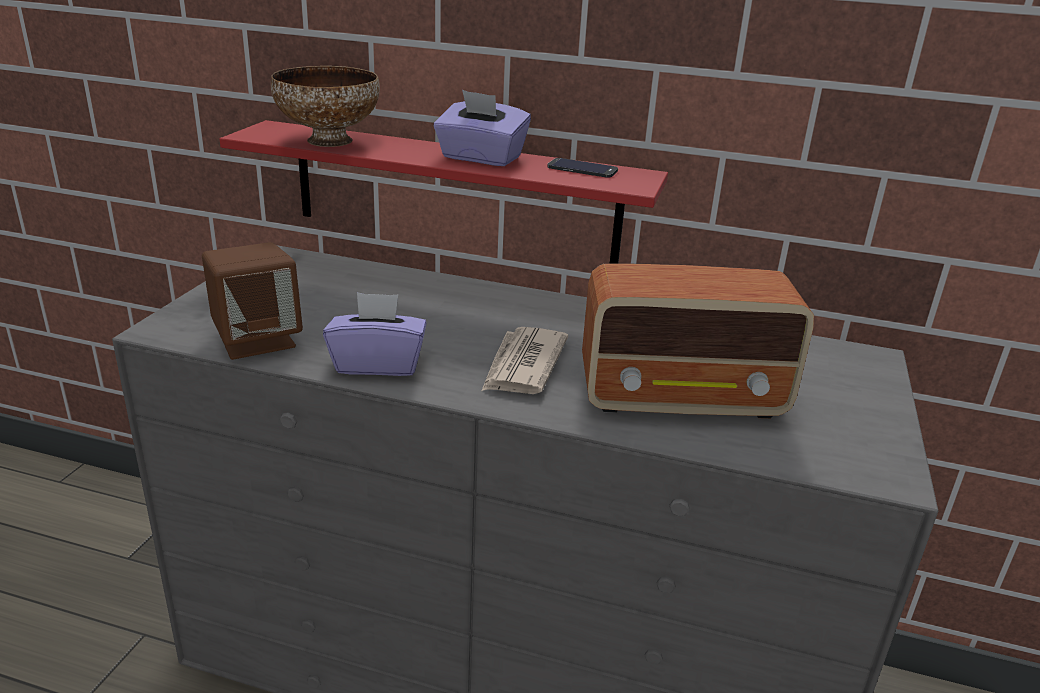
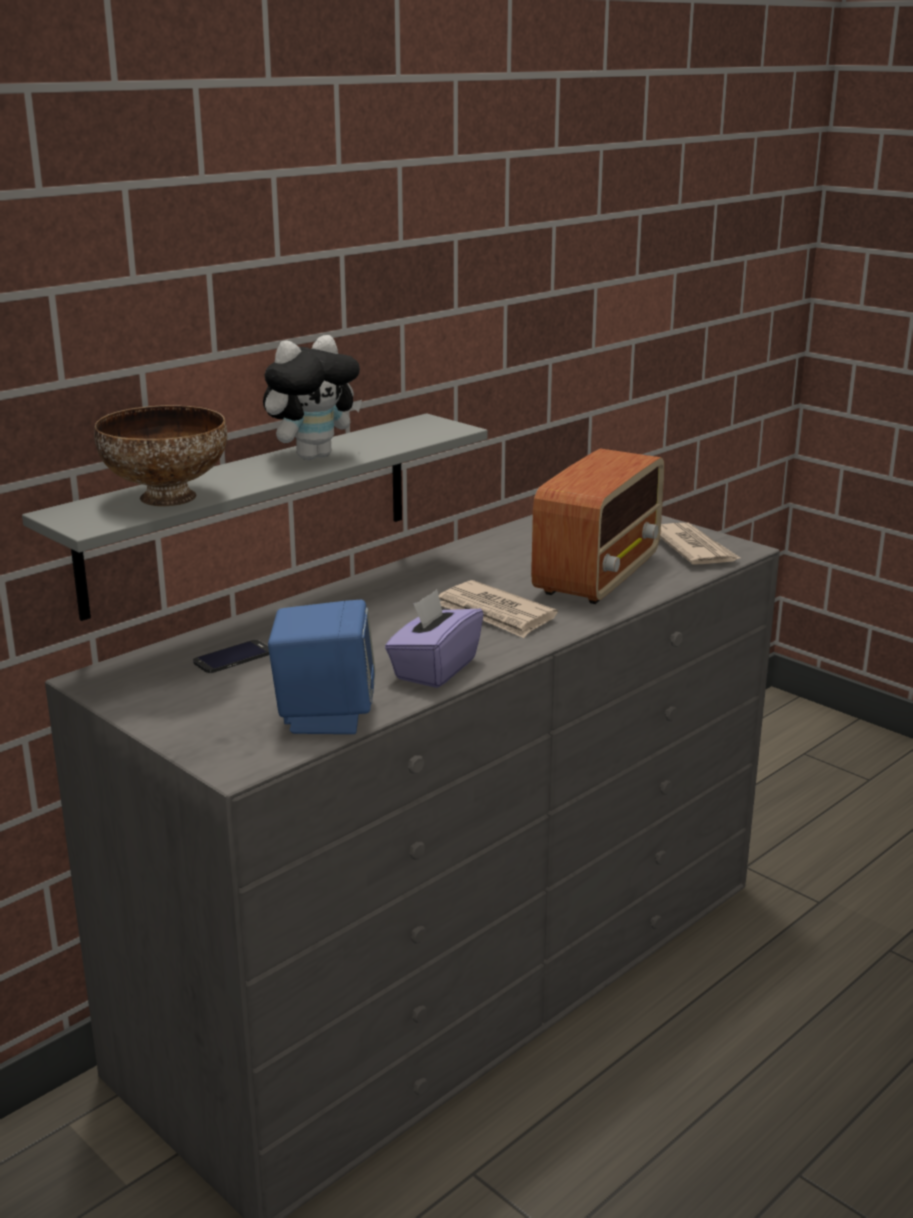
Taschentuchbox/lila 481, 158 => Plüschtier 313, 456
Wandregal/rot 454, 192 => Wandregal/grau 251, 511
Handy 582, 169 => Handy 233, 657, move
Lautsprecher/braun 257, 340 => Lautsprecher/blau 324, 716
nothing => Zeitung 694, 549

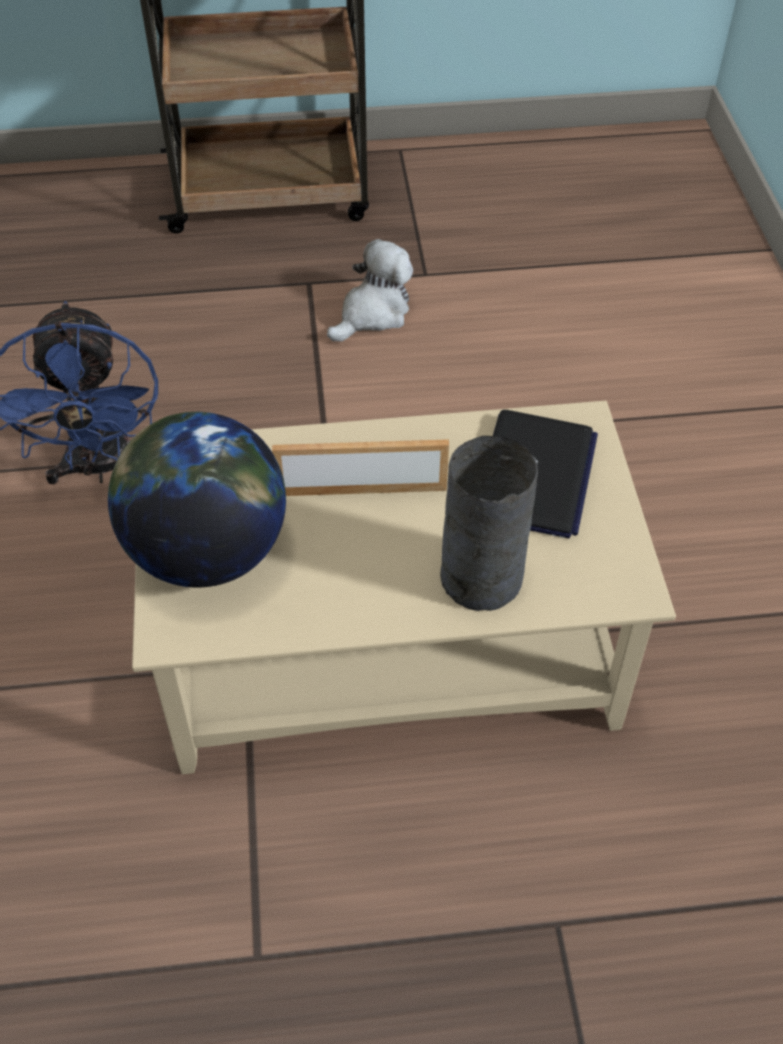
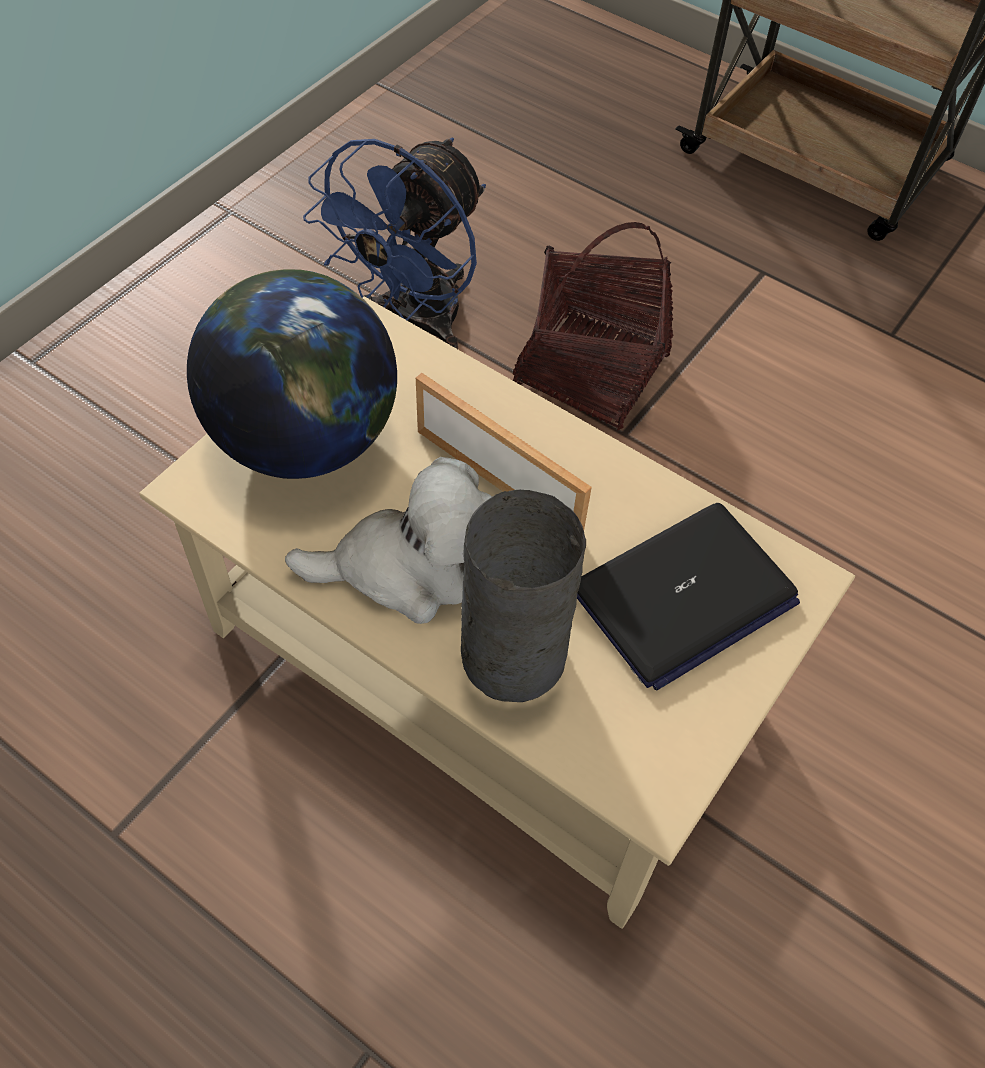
Plüschtier 373, 314 => Plüschtier 408, 568, move
nothing => Korb 592, 371

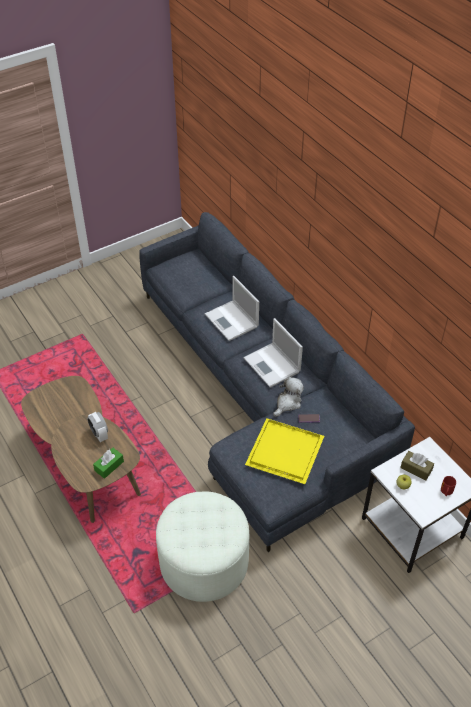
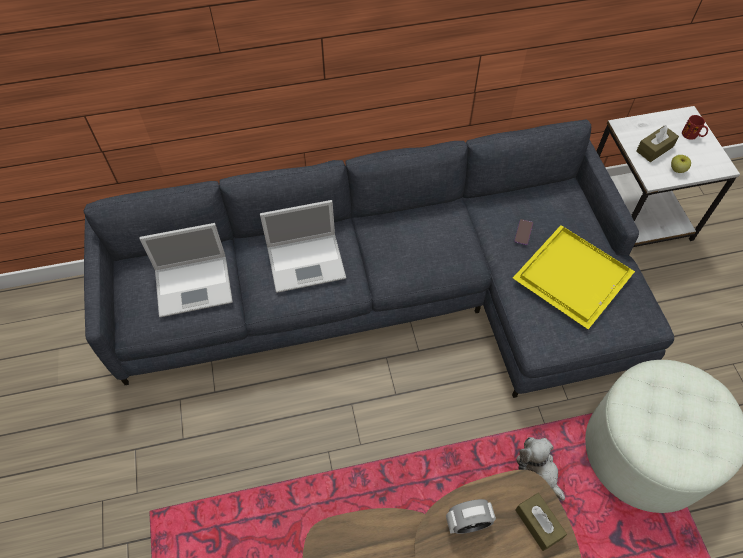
Laptop 272, 365 => Laptop 195, 285, move
Plüschtier 288, 403 => Plüschtier 538, 470, move
Taschentuchbox/grün 109, 466 => Taschentuchbox/braun 538, 524

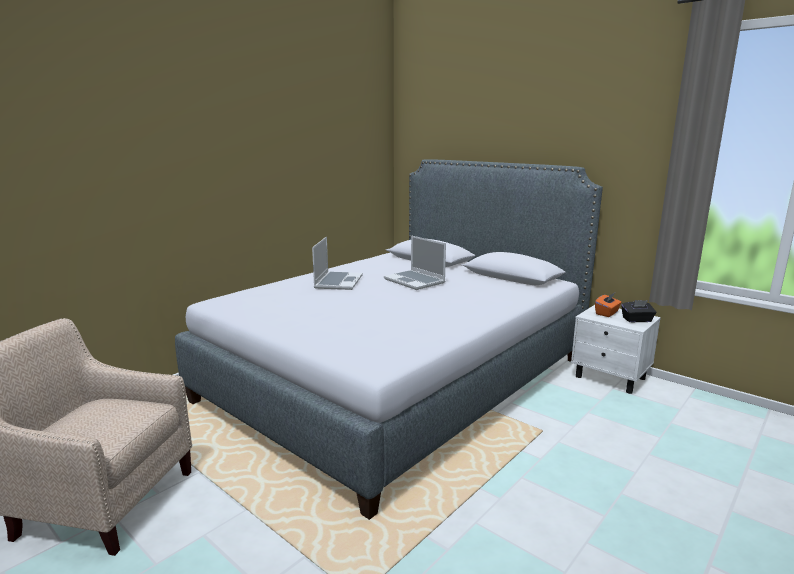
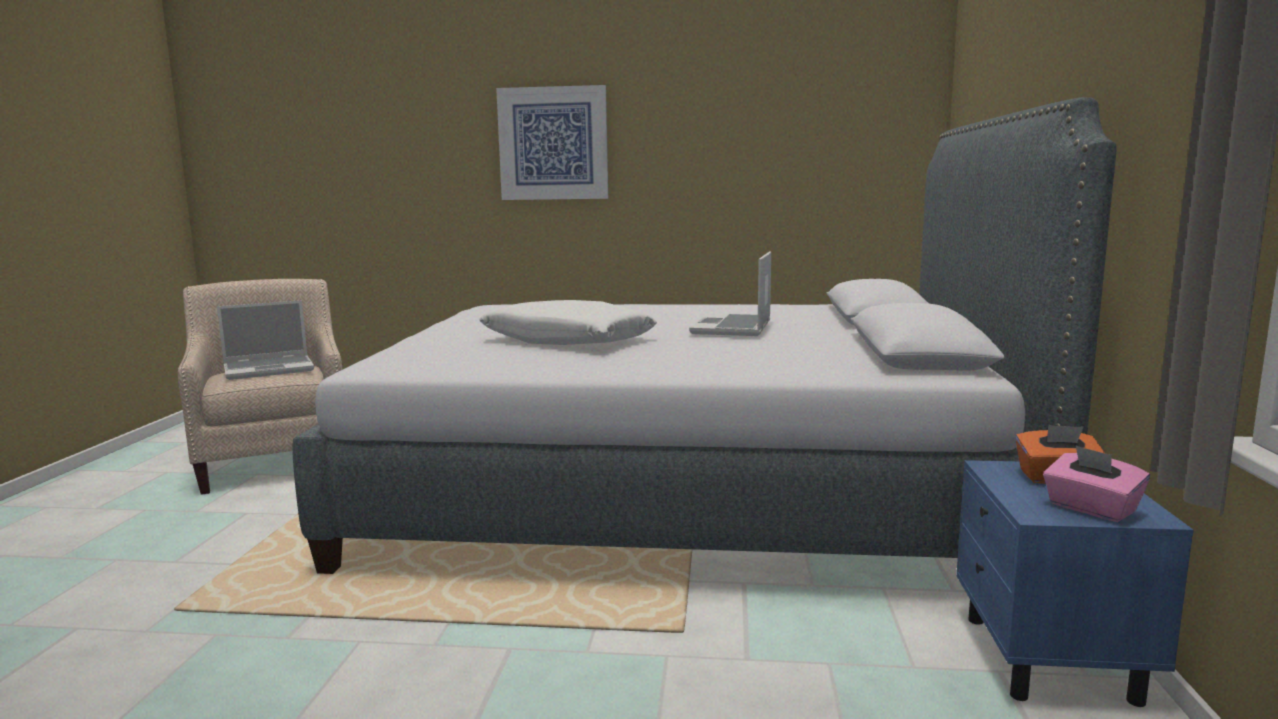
Laptop 338, 282 => Laptop 270, 369, move
Taschentuchbox/schwarz 637, 320 => Taschentuchbox/rosa 1091, 509
Nachttisch/weiß 611, 378 => Nachttisch/blau 1049, 659
nothing => Bild 553, 143
nothing => Kissen/weiß 567, 341

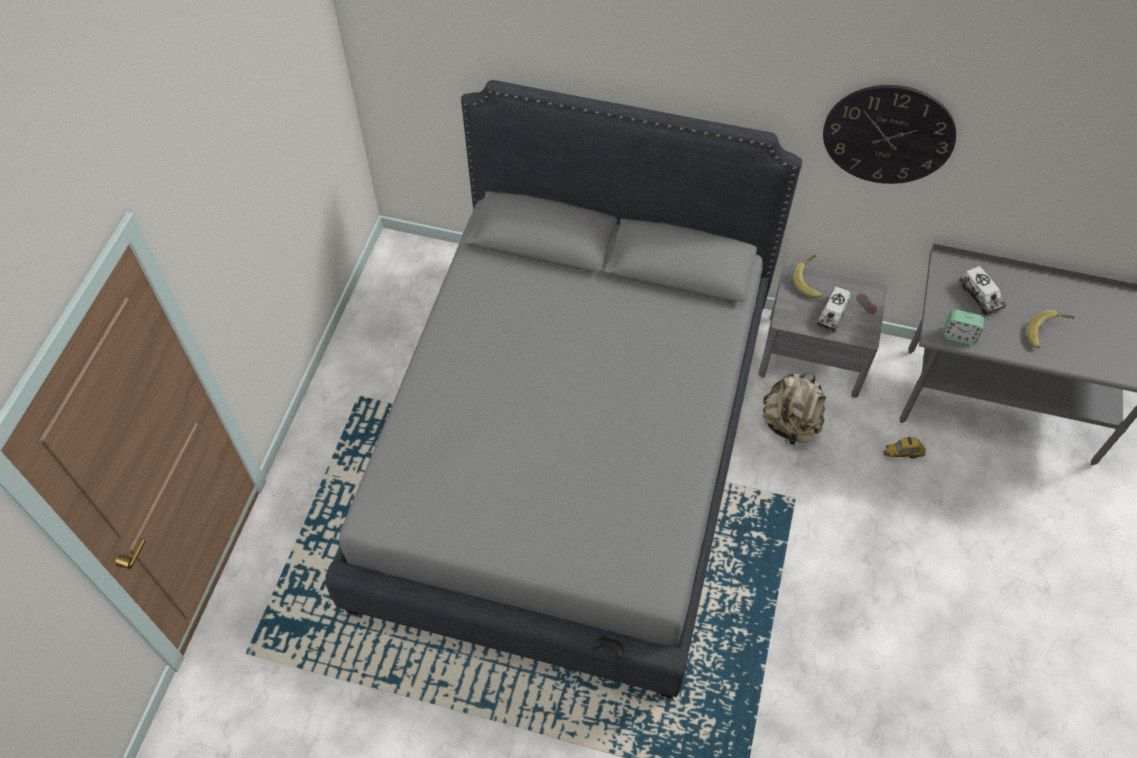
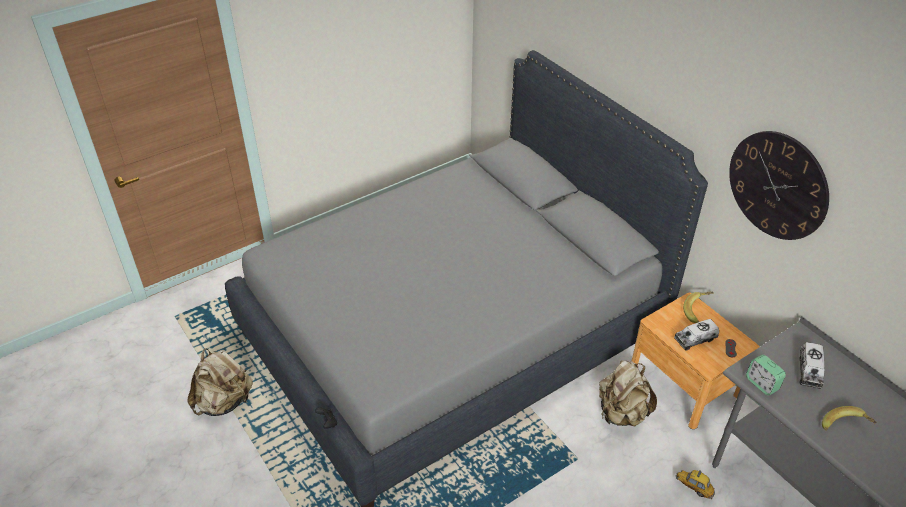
Nachttisch/grau 813, 355 => Nachttisch/braun 684, 383
nothing => Rucksack/beige 224, 402

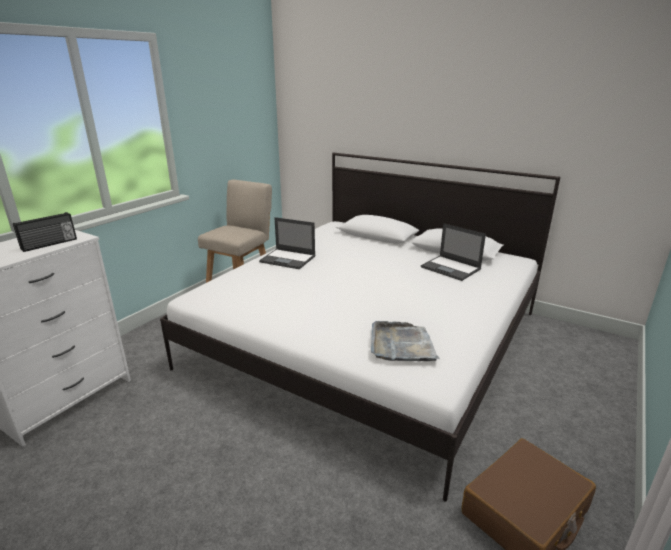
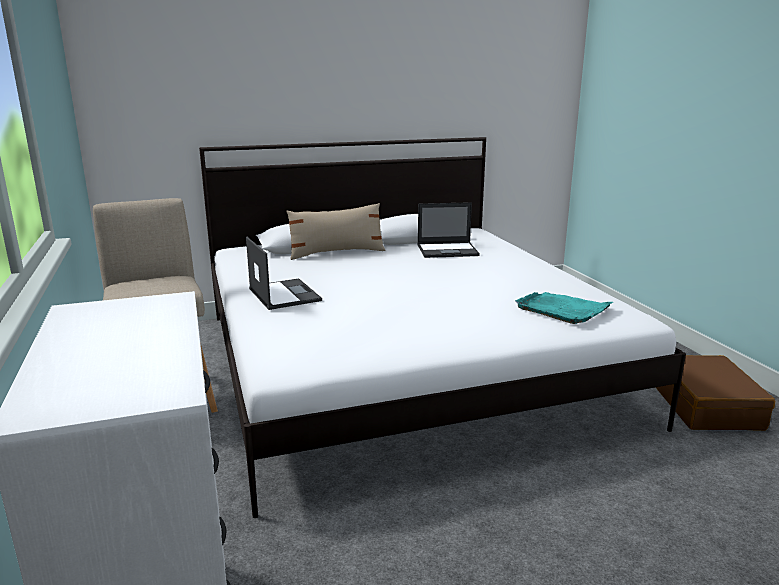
Radio 49, 244 => nothing
Laptop 288, 259 => Laptop 284, 294, 90 degrees counterclockwise
Tablett/grau 401, 344 => Tablett/türkis 562, 309
nothing => Kissen/beige 337, 253

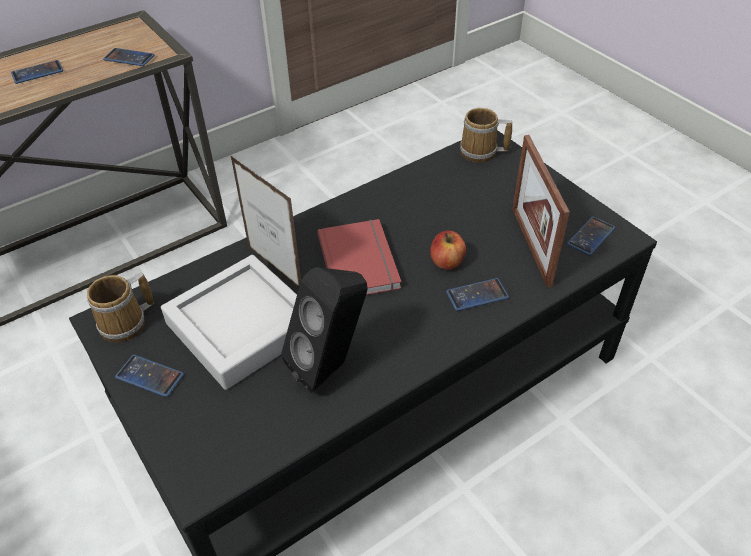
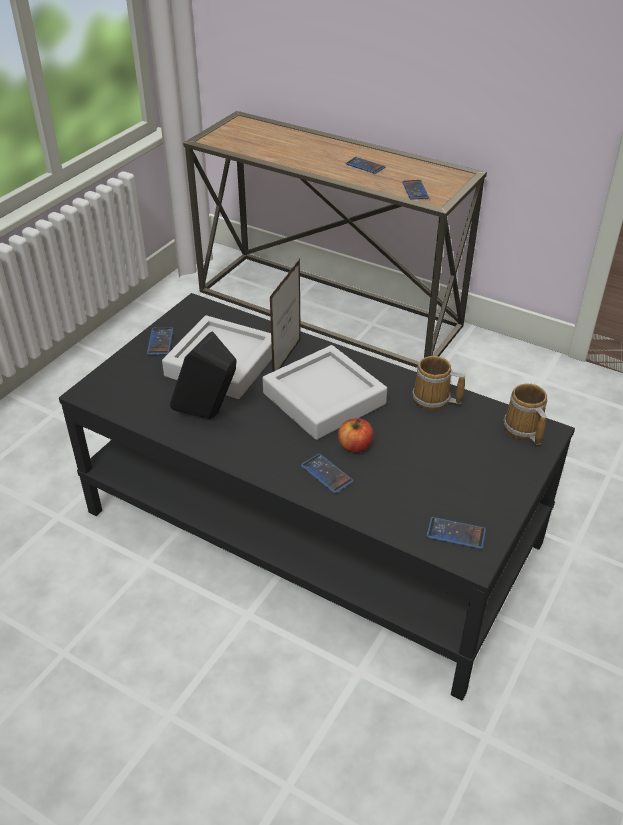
Bilderrahmen 531, 246 => nothing
Buch/rot 361, 261 => Tablett/grau 324, 398
Henkelbecher 126, 324 => Henkelbecher 433, 400, move

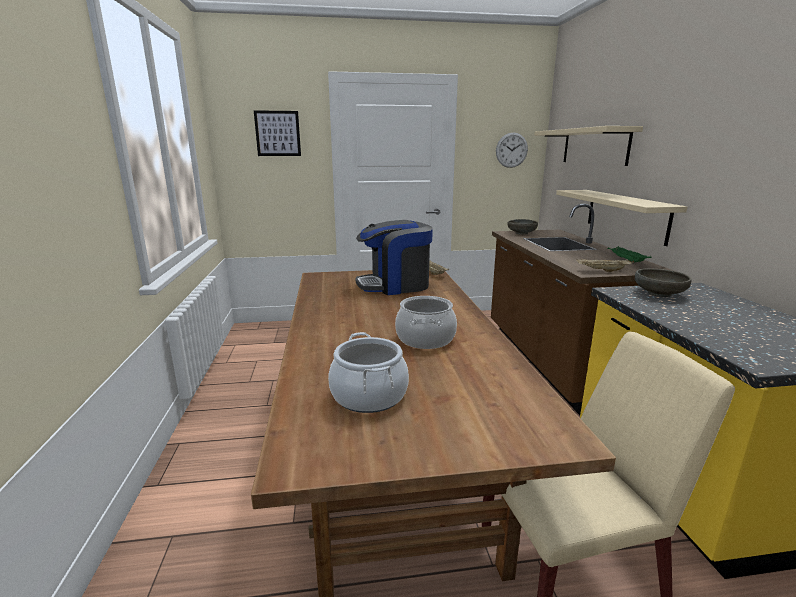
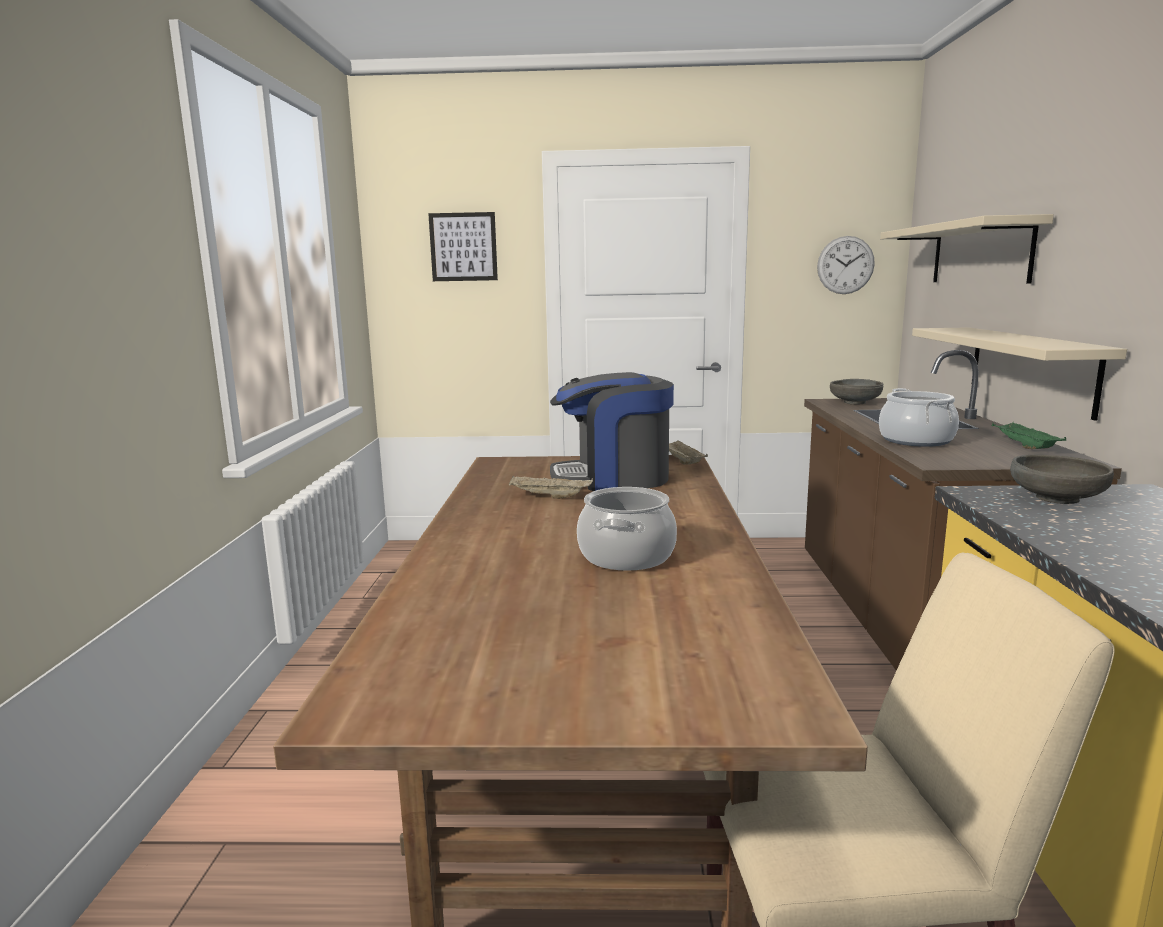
Tablett/beige 602, 271 => Tablett/beige 548, 497, move
Kochtopf 369, 395 => Kochtopf 916, 440, move

